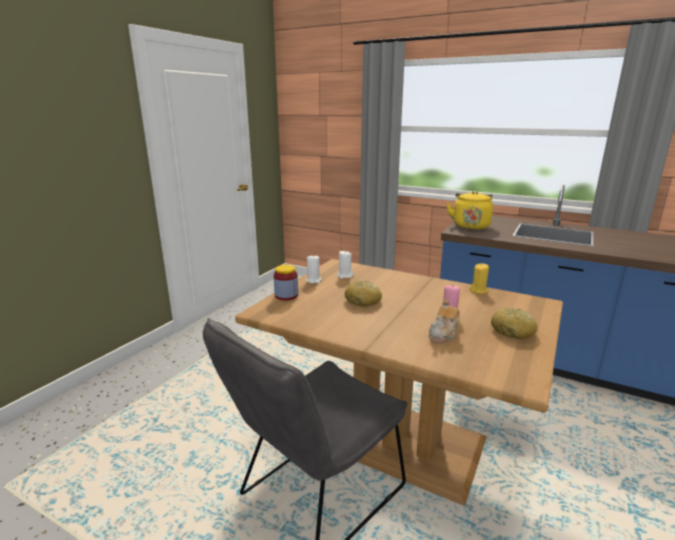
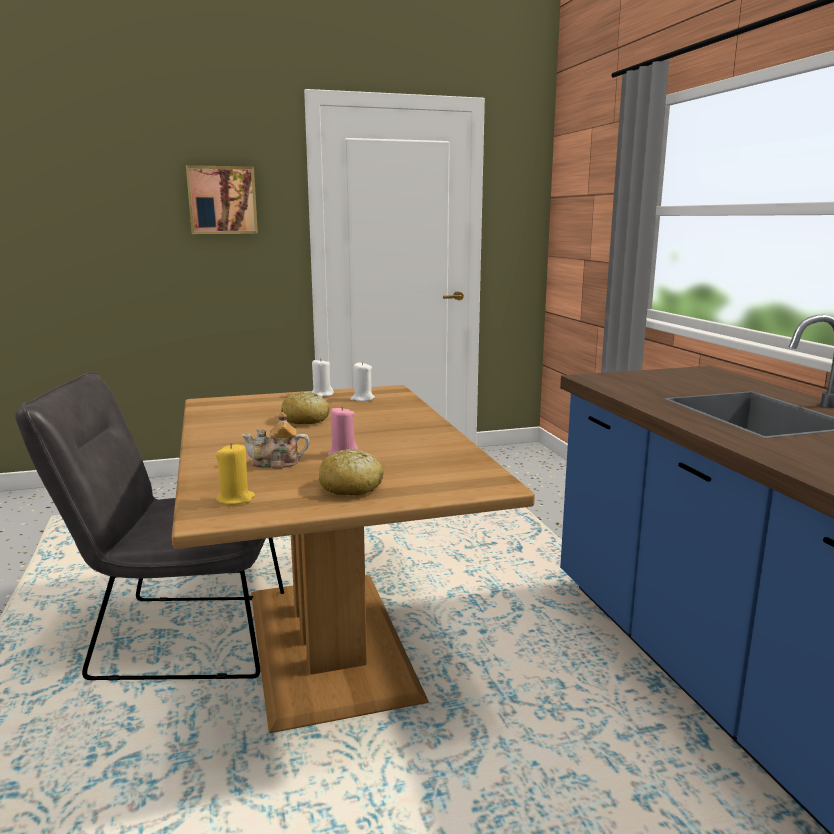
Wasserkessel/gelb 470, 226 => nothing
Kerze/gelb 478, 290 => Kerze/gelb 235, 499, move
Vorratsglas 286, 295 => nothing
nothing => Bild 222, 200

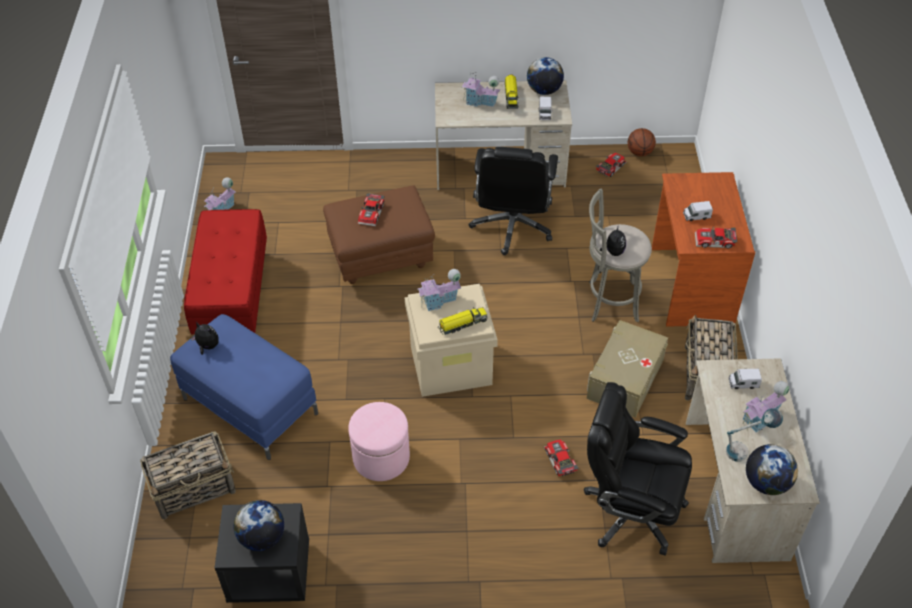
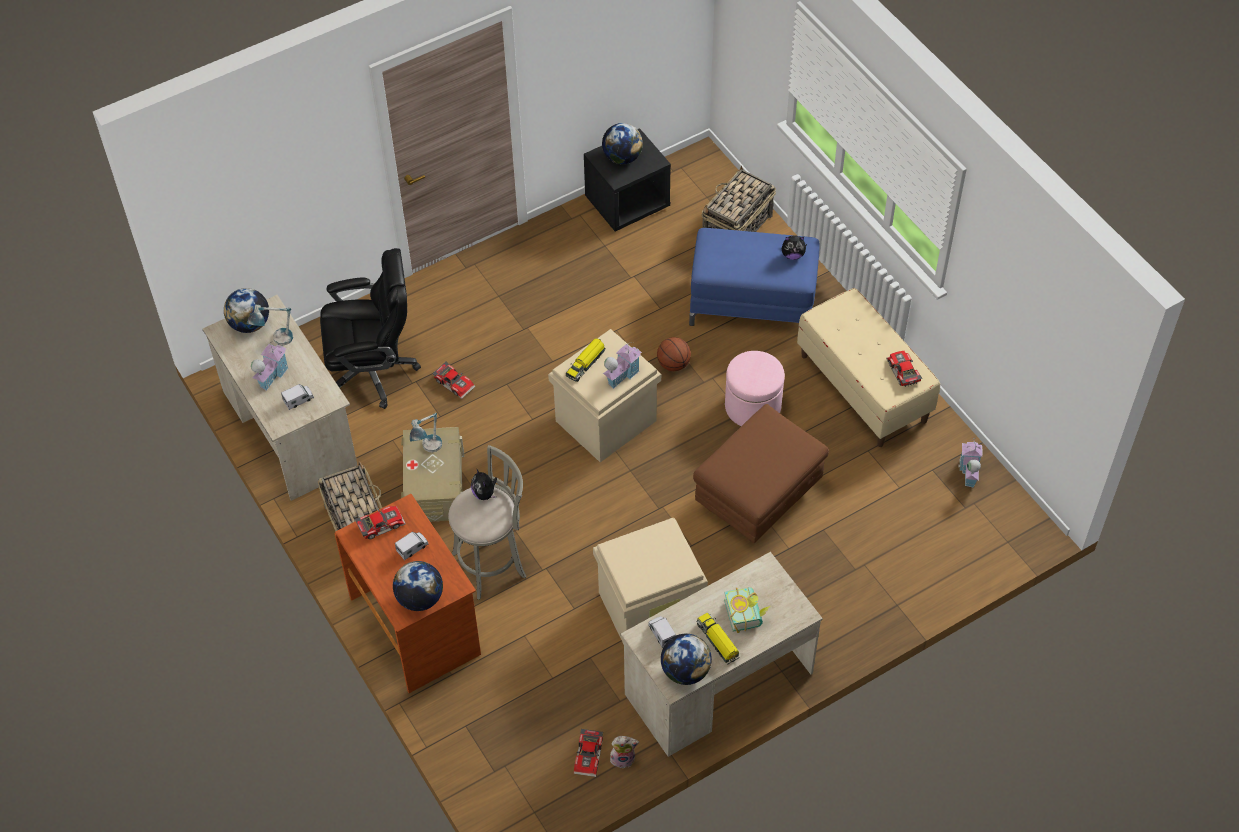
Spielzeughaus 480, 102 => Buch 747, 613
Basketball 640, 152 => Basketball 673, 364, move
Bürostuhl/schwarz 512, 226 => Aufbewahrungsbox/beige 650, 607
Spielzeugauto 372, 213 => Spielzeugauto 902, 372, move
Bank/rot 232, 296 => Bank/beige 864, 388
Polsterhocker/rosa 381, 457 => Polsterhocker/rosa 752, 406, move
nothing => Tischlampe 428, 451
nothing => Globus 420, 598
nothing => Plüschtier 623, 758

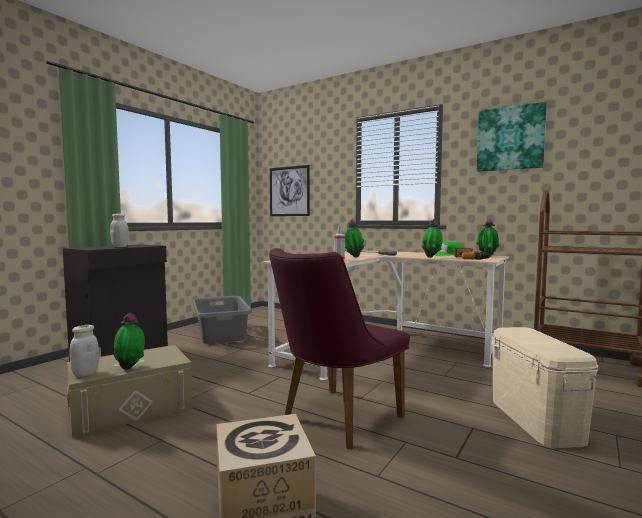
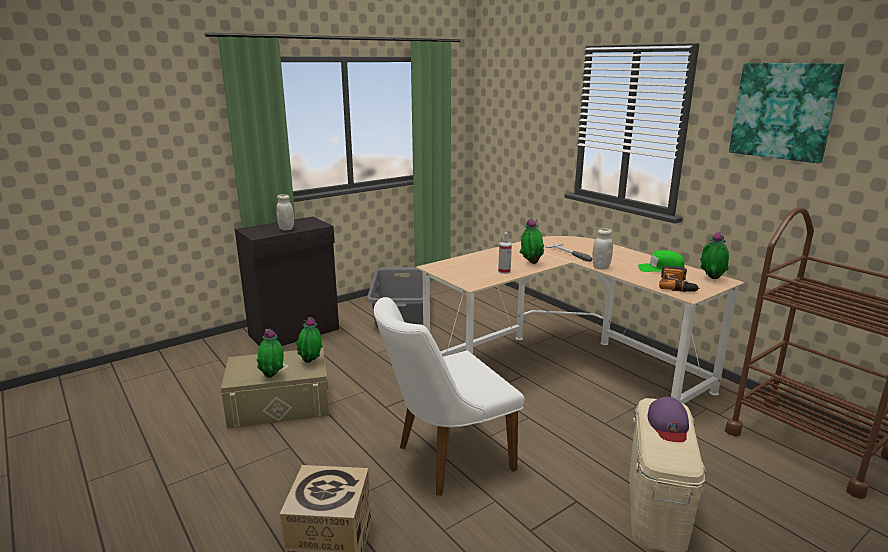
Bild 289, 191 => nothing
Topfpflanze 432, 257 => Topfpflanze 311, 362, move
Stuhl/lila 334, 420 => Stuhl/weiß 445, 459
Vorratsglas/weiß 85, 373 => Vorratsglas/weiß 601, 267, move
nothing => Kappe/lila 668, 424

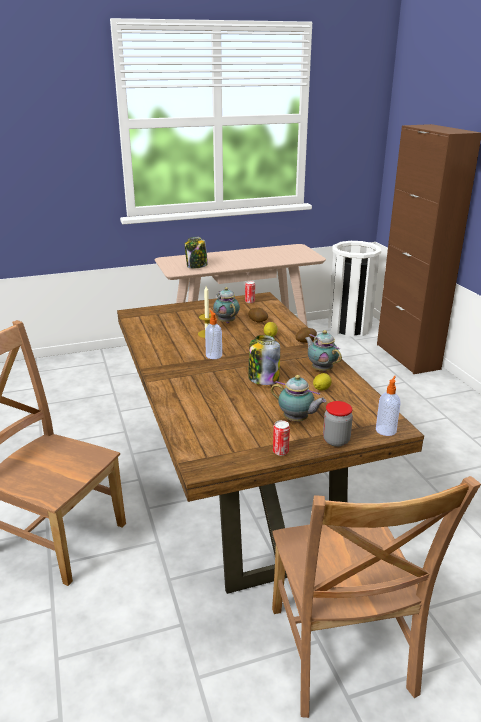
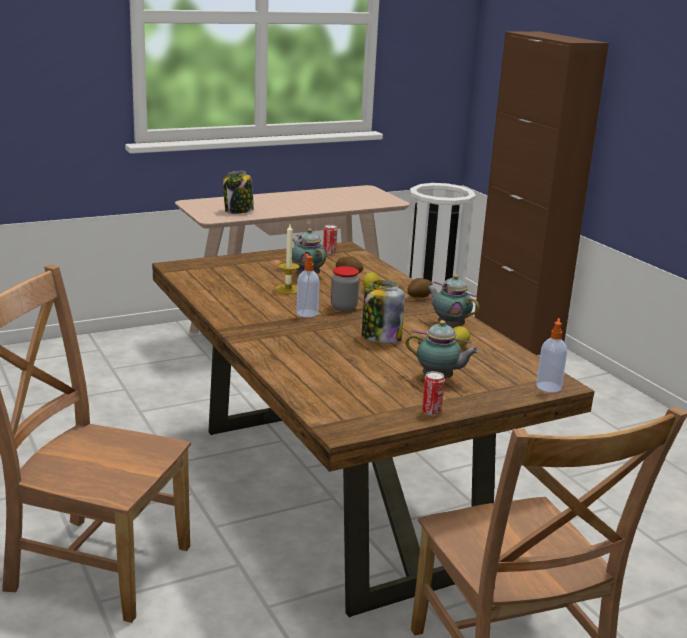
Vorratsglas 336, 440 => Vorratsglas 344, 307, move

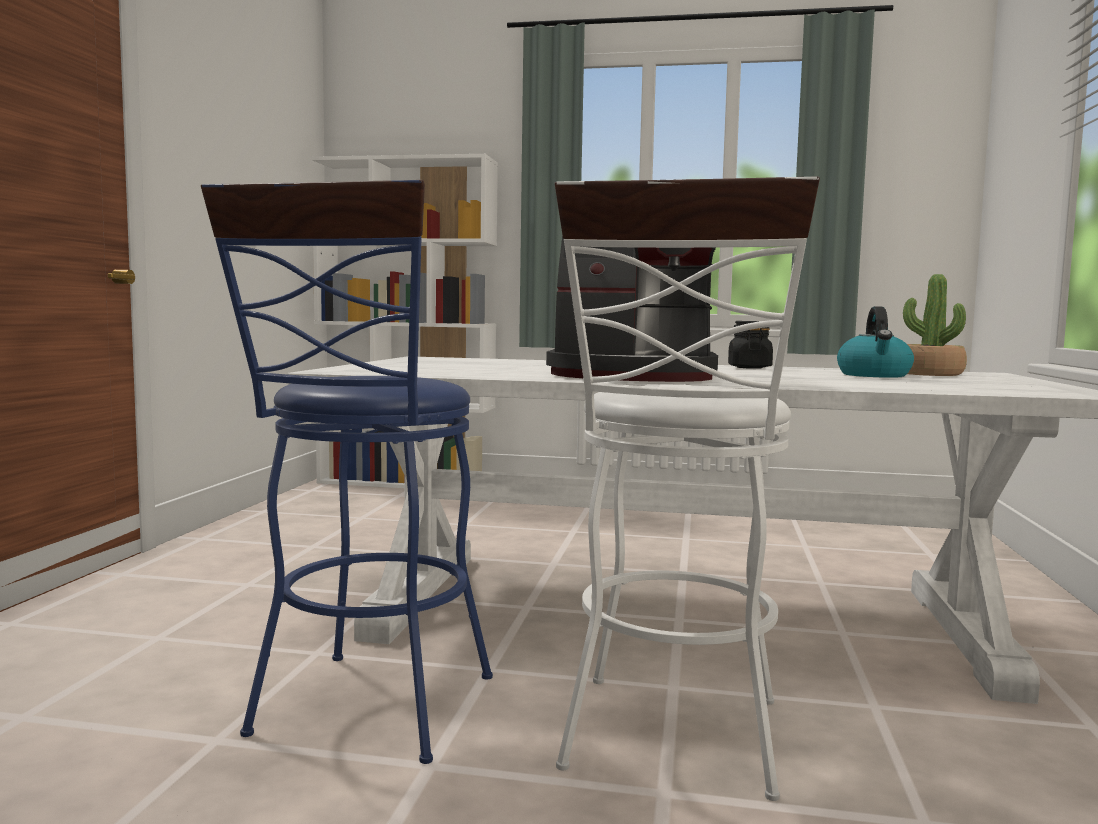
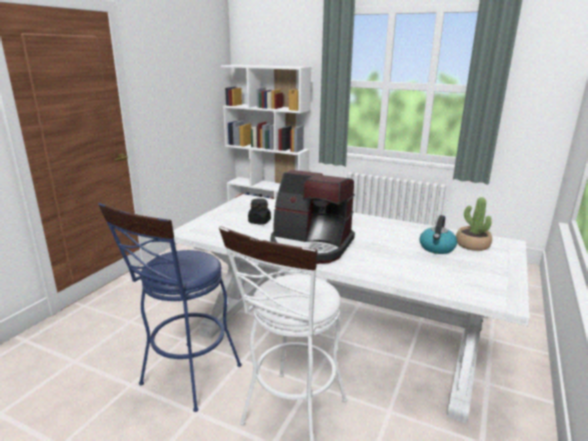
Vorratsglas/schwarz 749, 367 => Vorratsglas/schwarz 259, 221, move

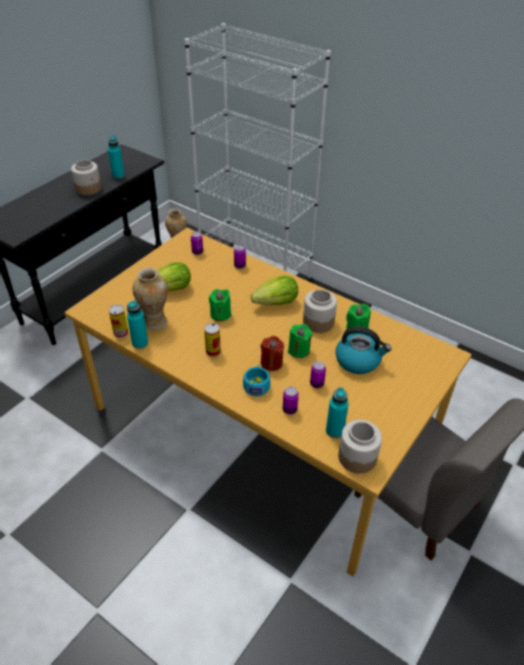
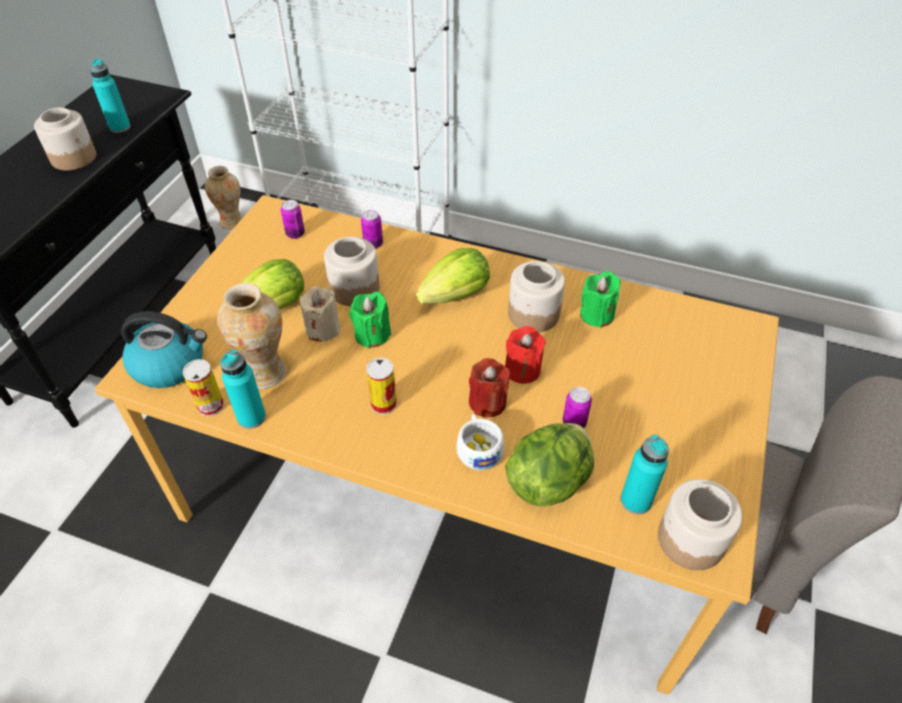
Kerze/grün 299, 350 => Kerze/rot 522, 370
Wasserkessel 358, 361 => Wasserkessel 170, 364, move
Tasse/türkis 256, 385 => Tasse/weiß 478, 448
Dose 289, 410 => Salatkopf 549, 480
nothing => Vorratsglas 354, 289
nothing => Kerze/beige 323, 329

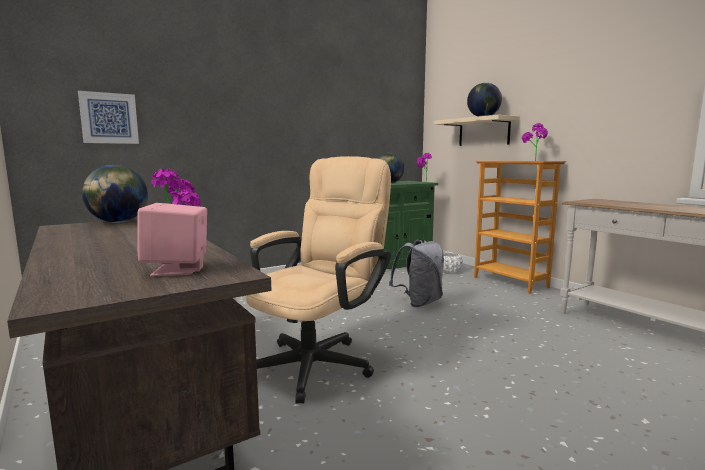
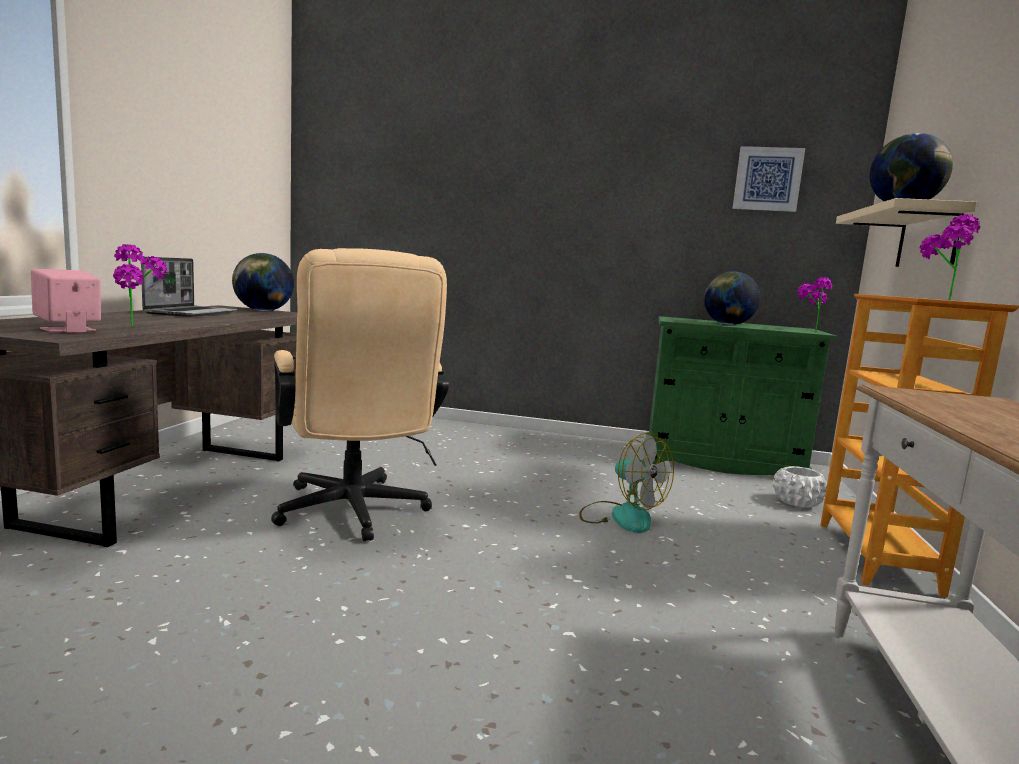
Bild 109, 118 => Bild 767, 179, move
Bürostuhl/beige 319, 361 => Bürostuhl/beige 354, 514, 75 degrees clockwise
Rucksack/grau 419, 302 => Ventilator 621, 516
nothing => Laptop 191, 313

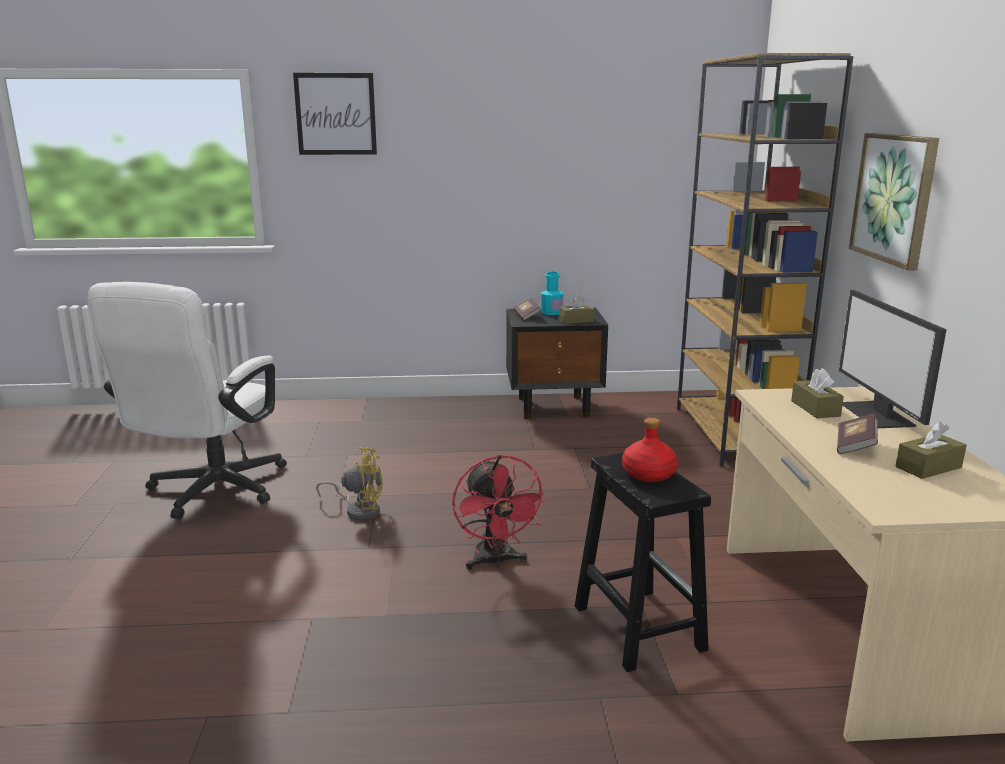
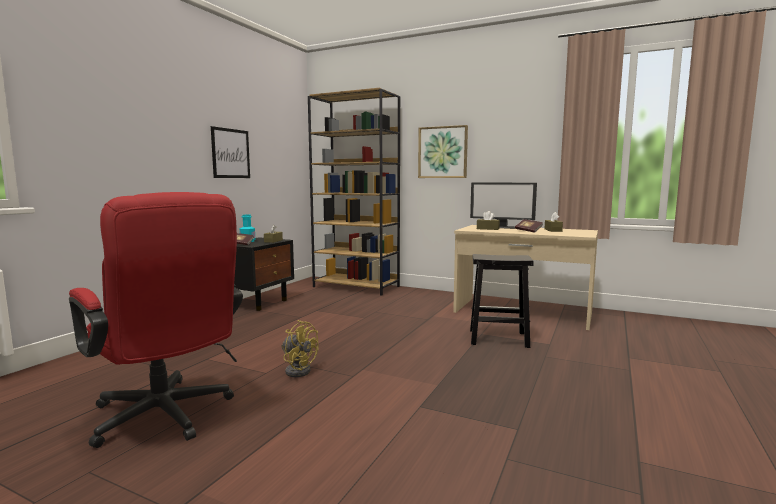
Bild 335, 114 => Bild 230, 153, move
Bürostuhl/weiß 209, 493 => Bürostuhl/rot 166, 418
Flasche/rot 649, 474 => nothing
Ventilator/gelb 359, 510 => Ventilator/gelb 298, 370, 90 degrees clockwise
Ventilator/rot 495, 561 => nothing

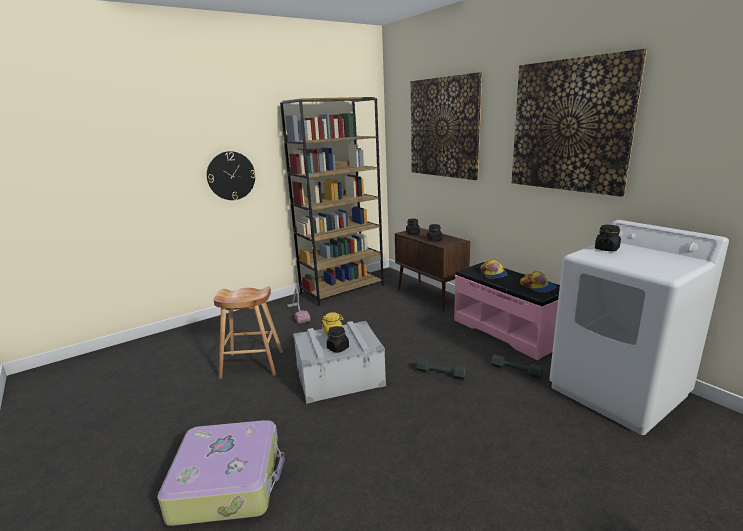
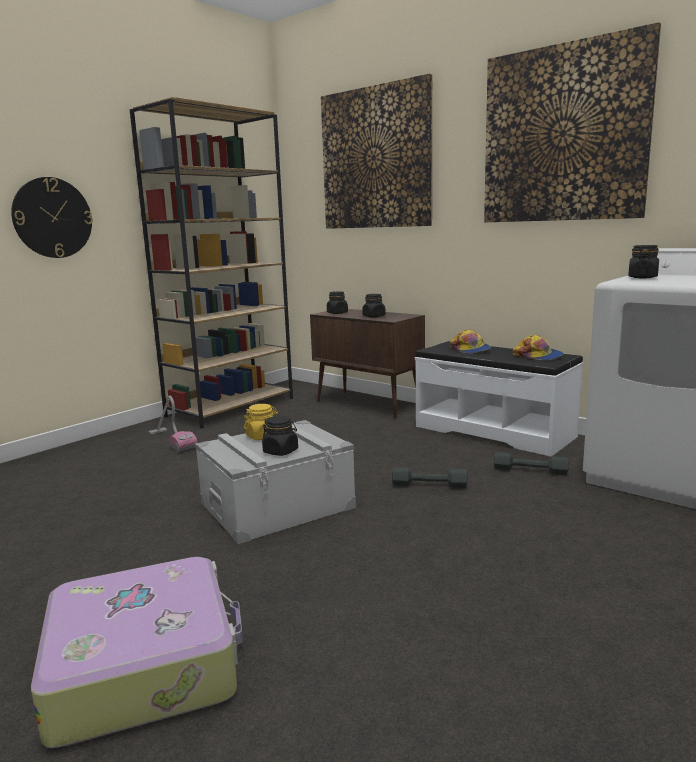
Bank/rosa 507, 331 => Bank/weiß 494, 431
Hocker/braun 252, 364 => nothing

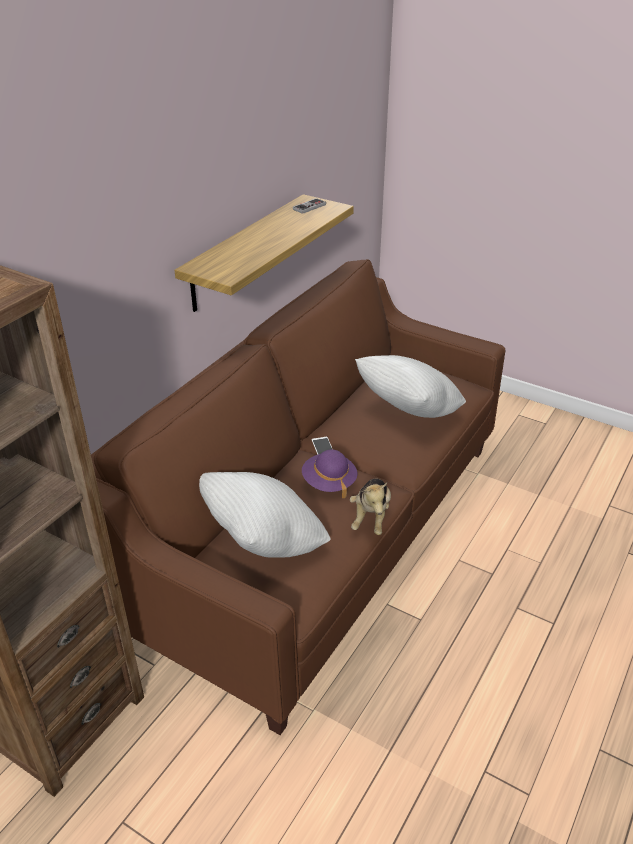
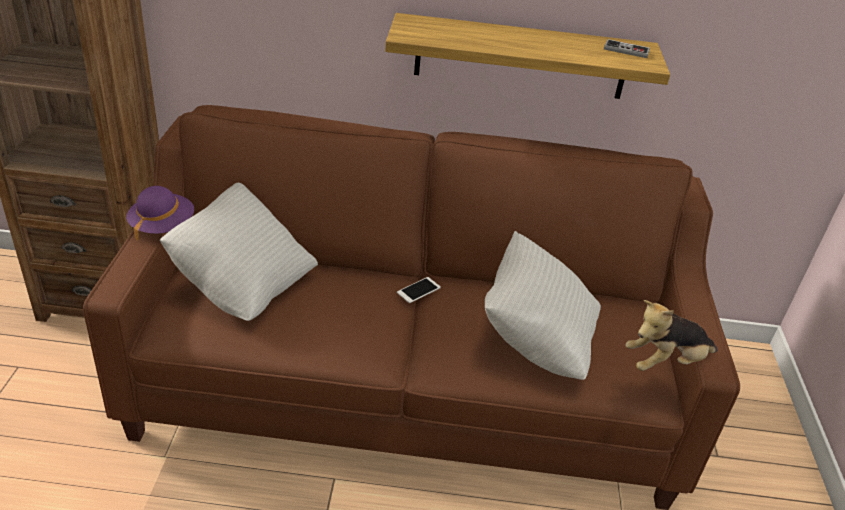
Hut/lila 329, 482 => Hut/lila 162, 226, move
Plüschtier 371, 517 => Plüschtier 665, 362, move

